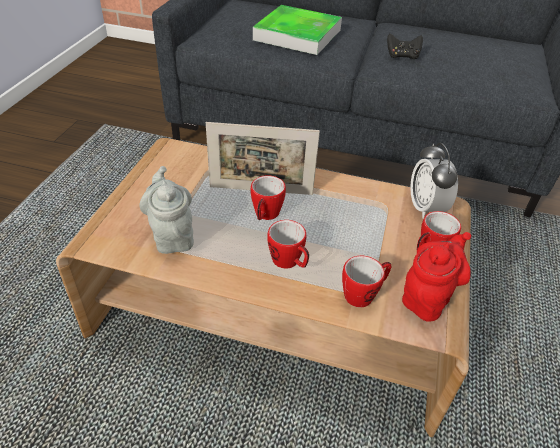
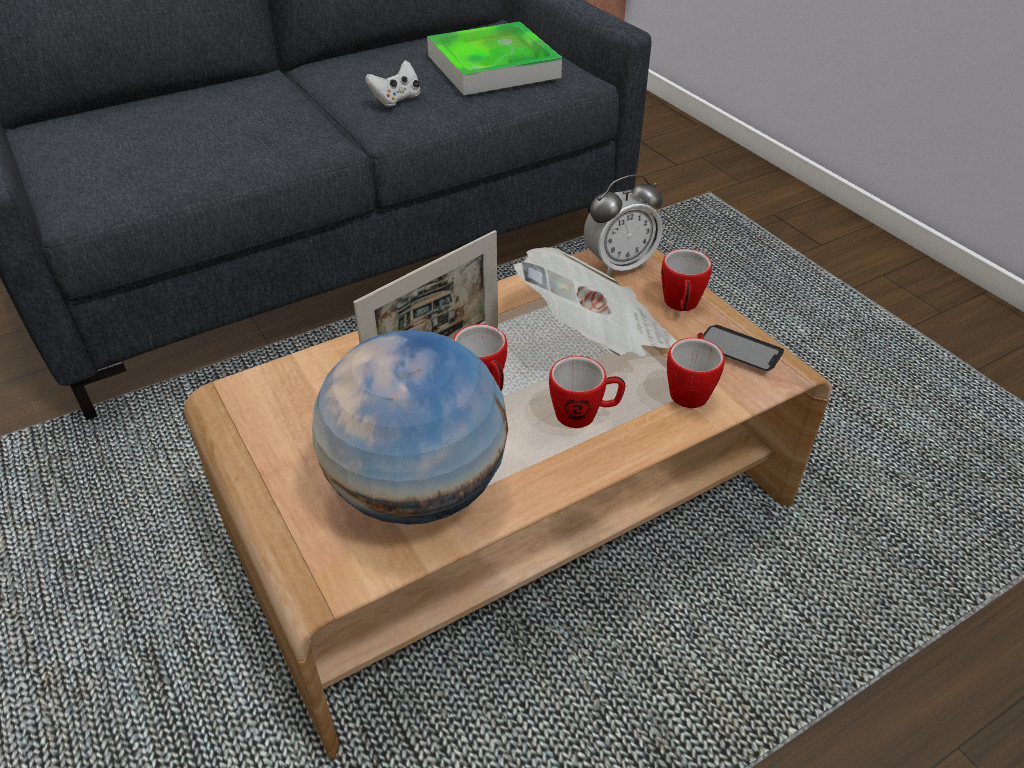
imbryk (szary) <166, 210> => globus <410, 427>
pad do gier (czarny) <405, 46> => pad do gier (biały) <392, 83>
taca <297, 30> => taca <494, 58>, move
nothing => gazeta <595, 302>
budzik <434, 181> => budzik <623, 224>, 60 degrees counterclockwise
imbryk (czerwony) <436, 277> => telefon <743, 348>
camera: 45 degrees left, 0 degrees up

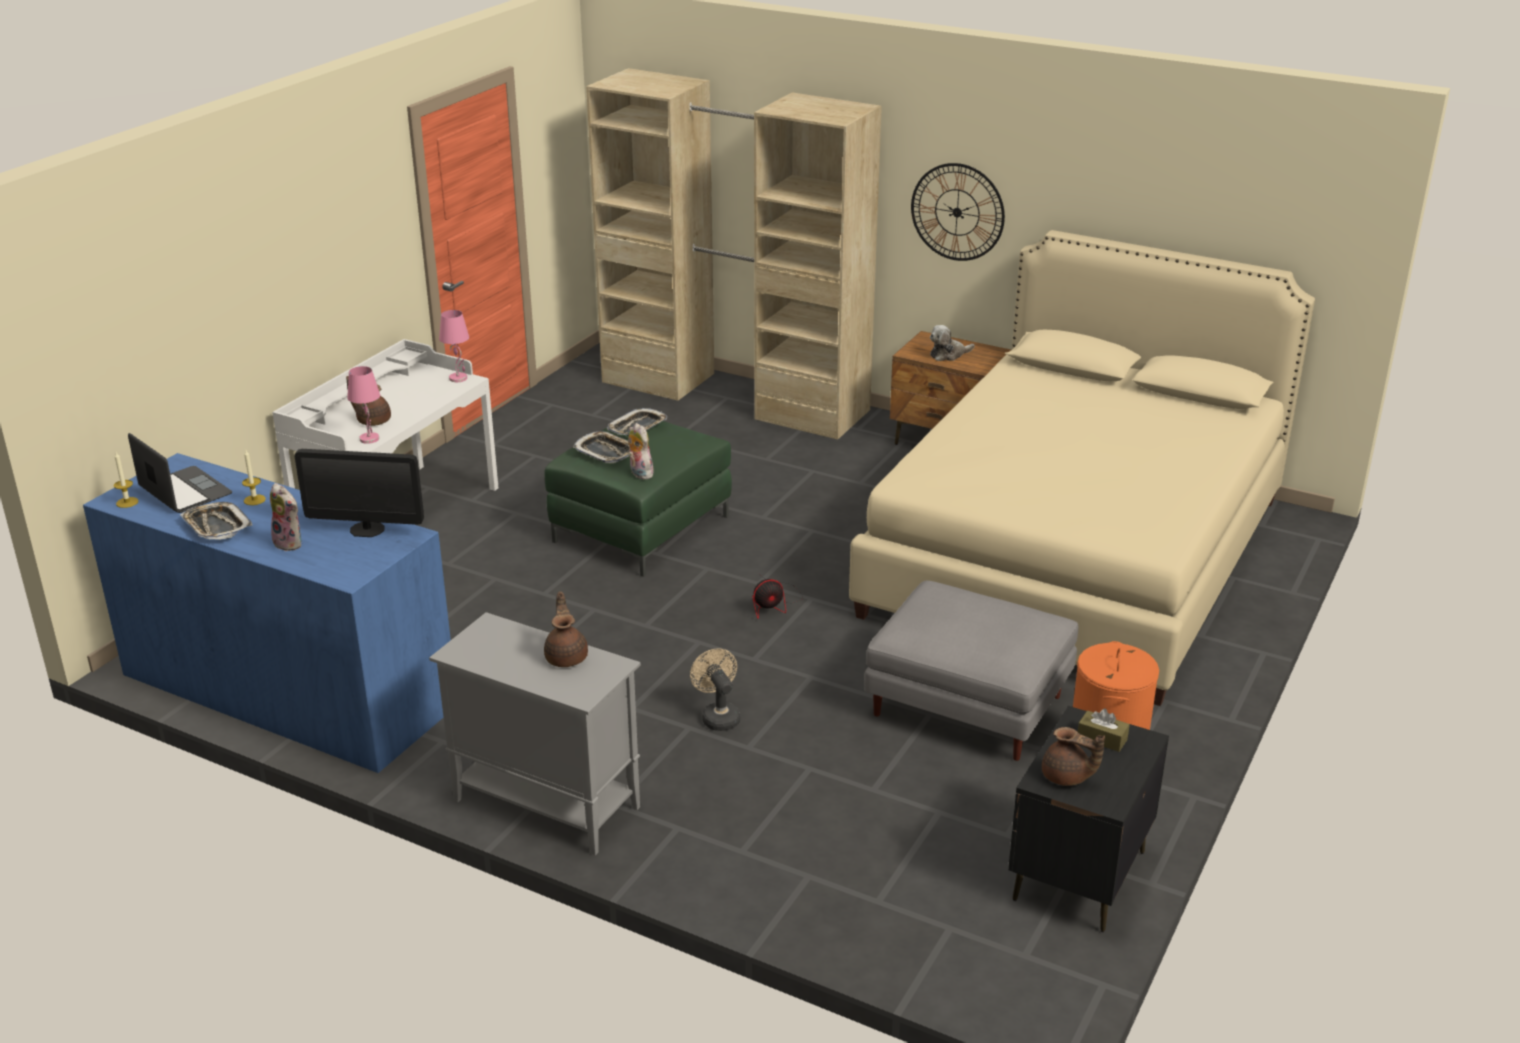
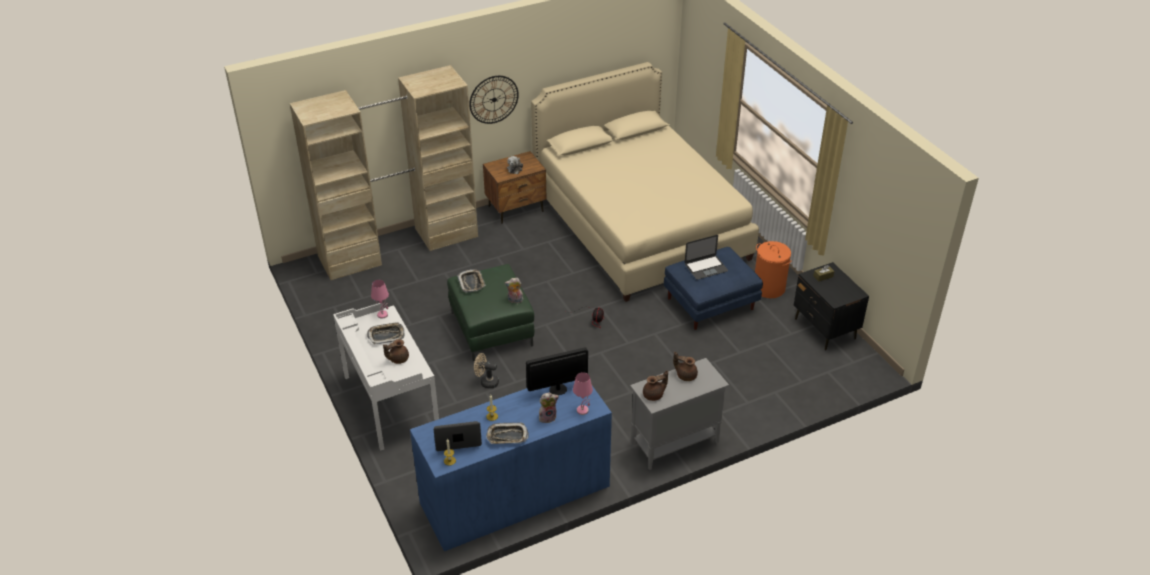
taca <601, 447> => taca <386, 333>, move
wentylator (beżowy) <715, 690> => wentylator (beżowy) <486, 371>, move
monitor <359, 493> => monitor <557, 371>, 150 degrees counterclockwise
lampa stołowa (różowy) <363, 405> => lampa stołowa (różowy) <583, 393>, move
imbryk (brązowy) <1073, 756> => imbryk (brązowy) <655, 385>, move
pufa (szary) <971, 671> => pufa (niebieski) <713, 288>
nothing => laptop <706, 257>
camera: 55 degrees left, 10 degrees up

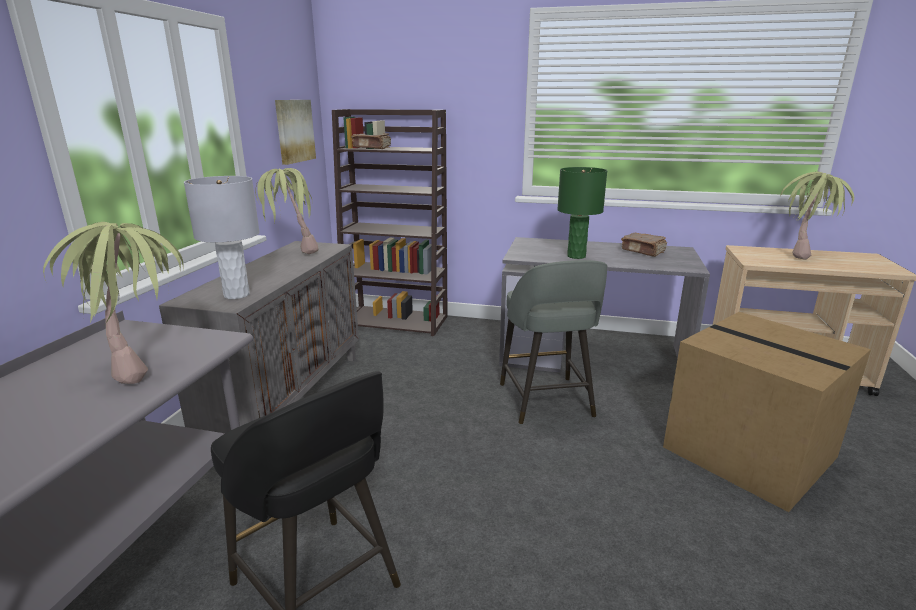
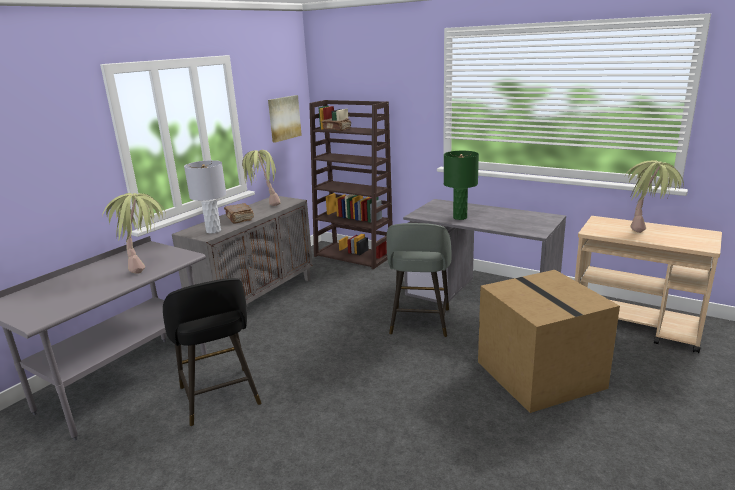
książka (brązowy) <644, 245> => książka (brązowy) <239, 213>, move
camera: 20 degrees right, 0 degrees up

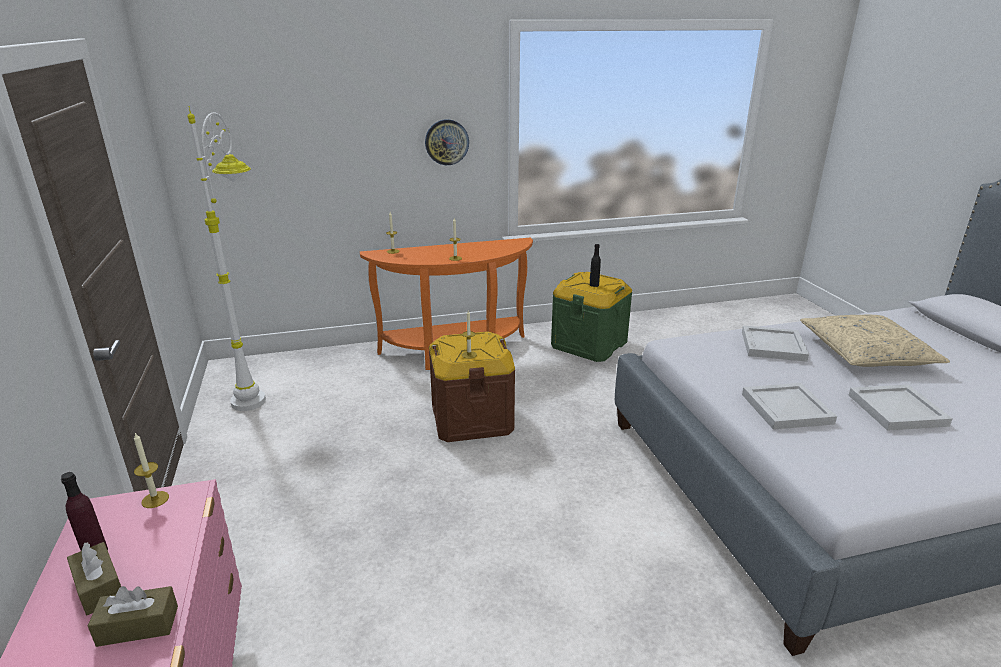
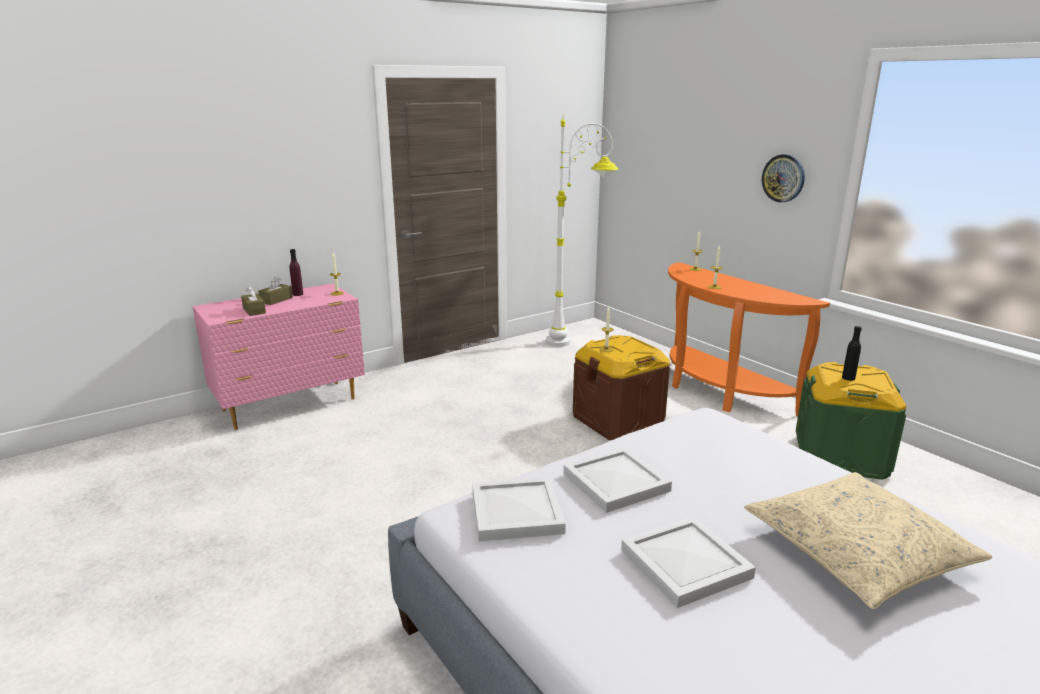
taca (biały) <775, 344> => taca (biały) <519, 509>, move
camera: 70 degrees right, 5 degrees down

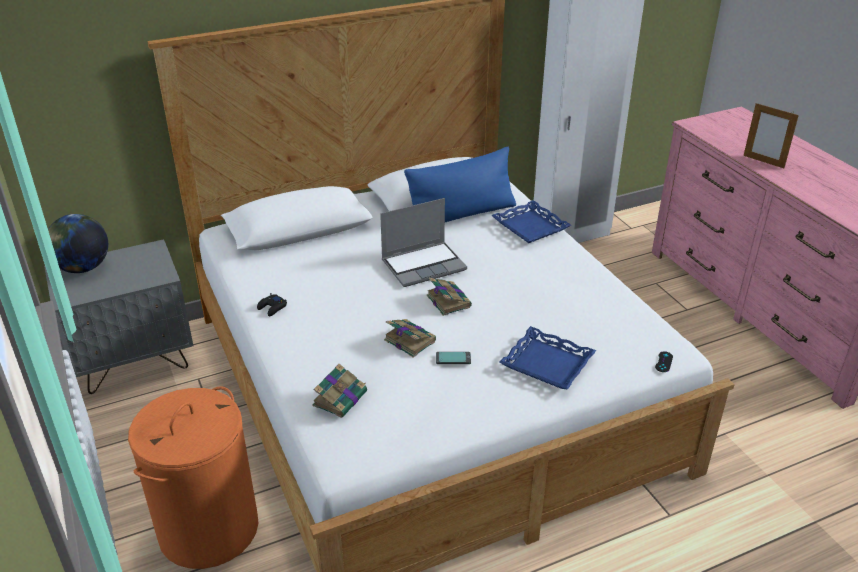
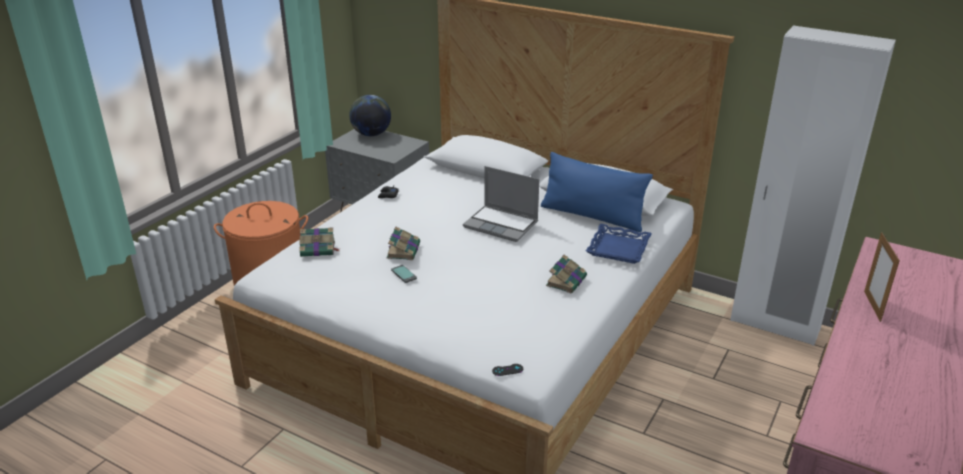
książka <449, 297> => książka <566, 274>, move
taca (niebieski) <547, 357> => nothing
camera: 55 degrees right, 5 degrees down

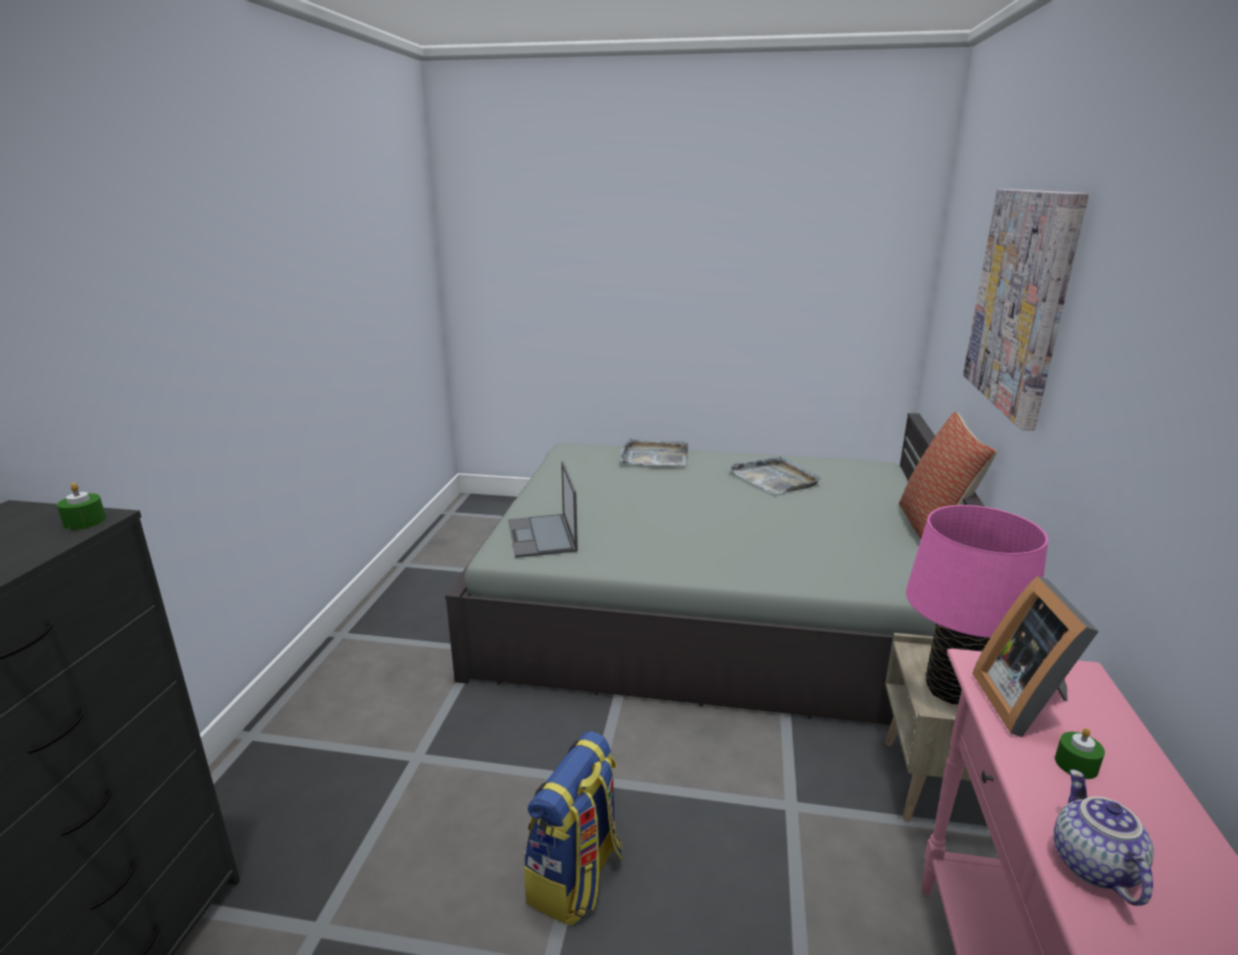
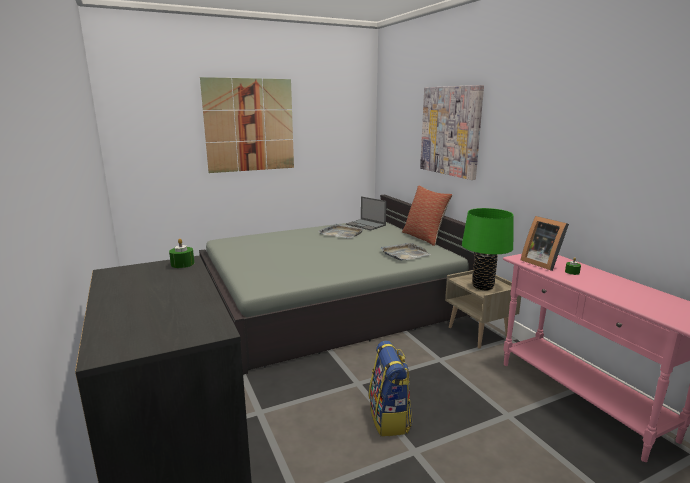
nothing => obraz <247, 125>
laptop <543, 509> => laptop <366, 213>, move
taca (szary) <654, 452> => taca (szary) <405, 252>, move
lampa stołowa (różowy) <977, 604> => lampa stołowa (zielony) <488, 249>
imbryk <1104, 837> => nothing
camera: 35 degrees left, 5 degrees down

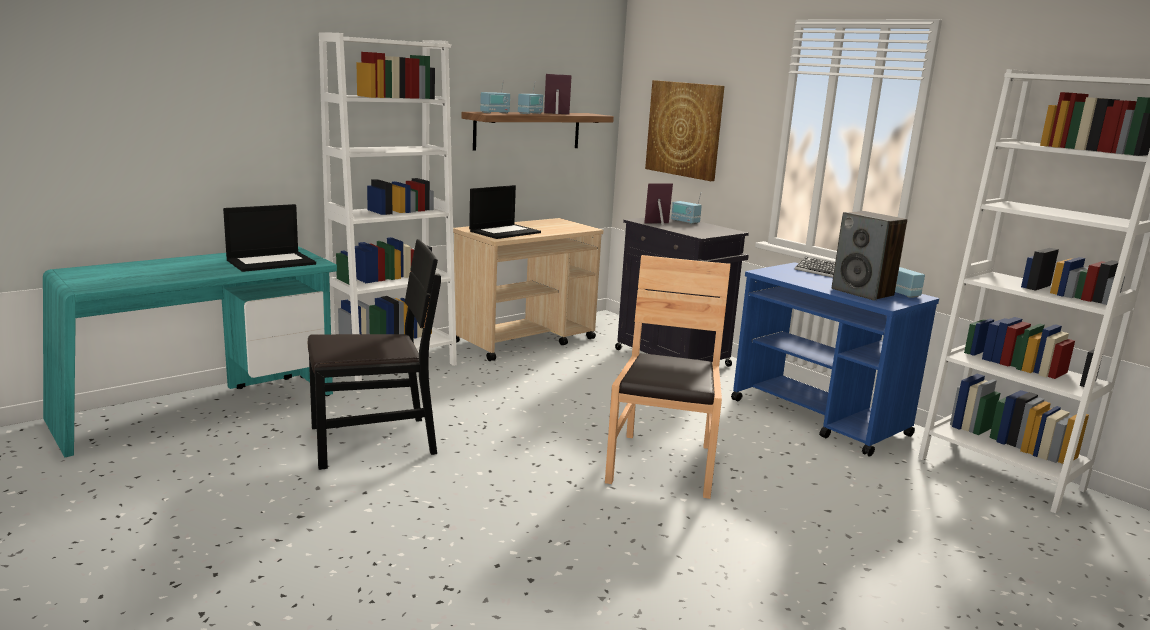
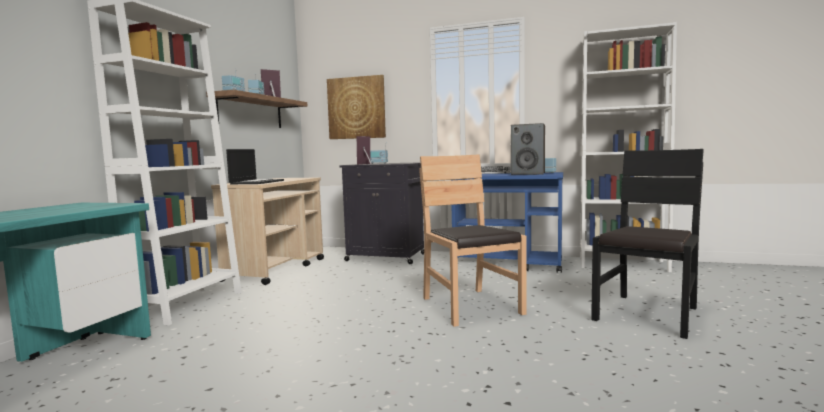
krzesło (czarny) <374, 354> => krzesło (czarny) <647, 244>, move
laptop <269, 238> => nothing
camera: 30 degrees left, 10 degrees down

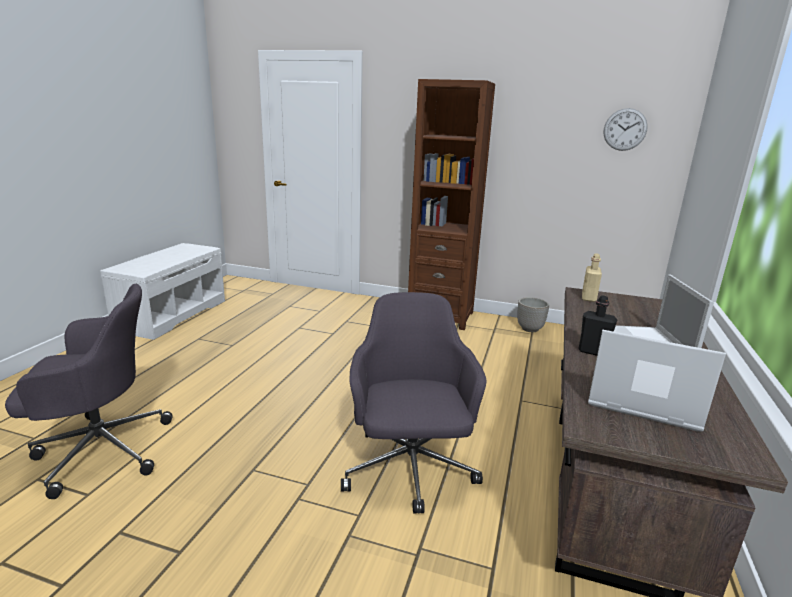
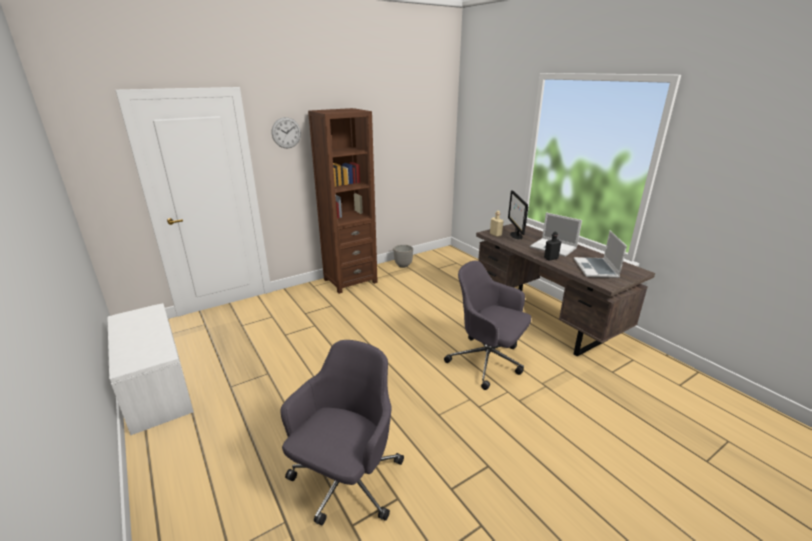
zegar ścienny <625, 129> => zegar ścienny <286, 132>, move
nothing => monitor <518, 215>
laptop <657, 380> => laptop <600, 254>, 60 degrees counterclockwise
camera: 50 degrees left, 5 degrees up

